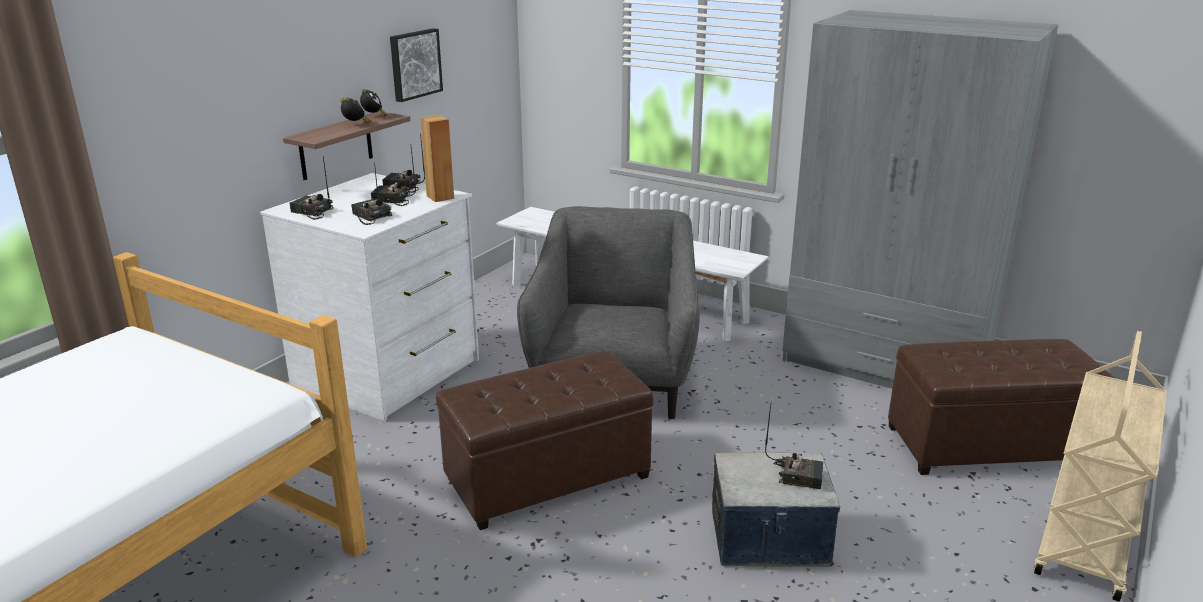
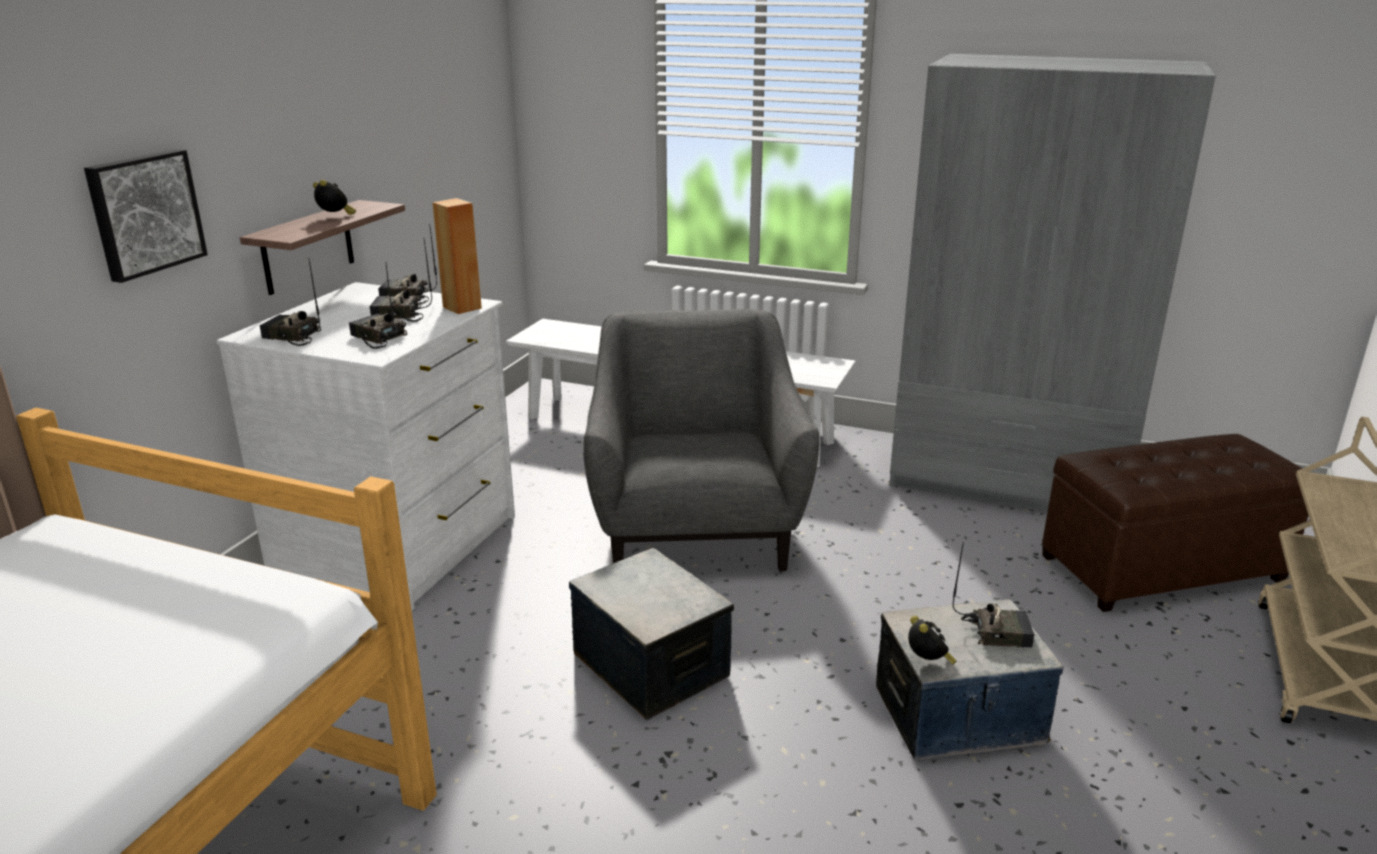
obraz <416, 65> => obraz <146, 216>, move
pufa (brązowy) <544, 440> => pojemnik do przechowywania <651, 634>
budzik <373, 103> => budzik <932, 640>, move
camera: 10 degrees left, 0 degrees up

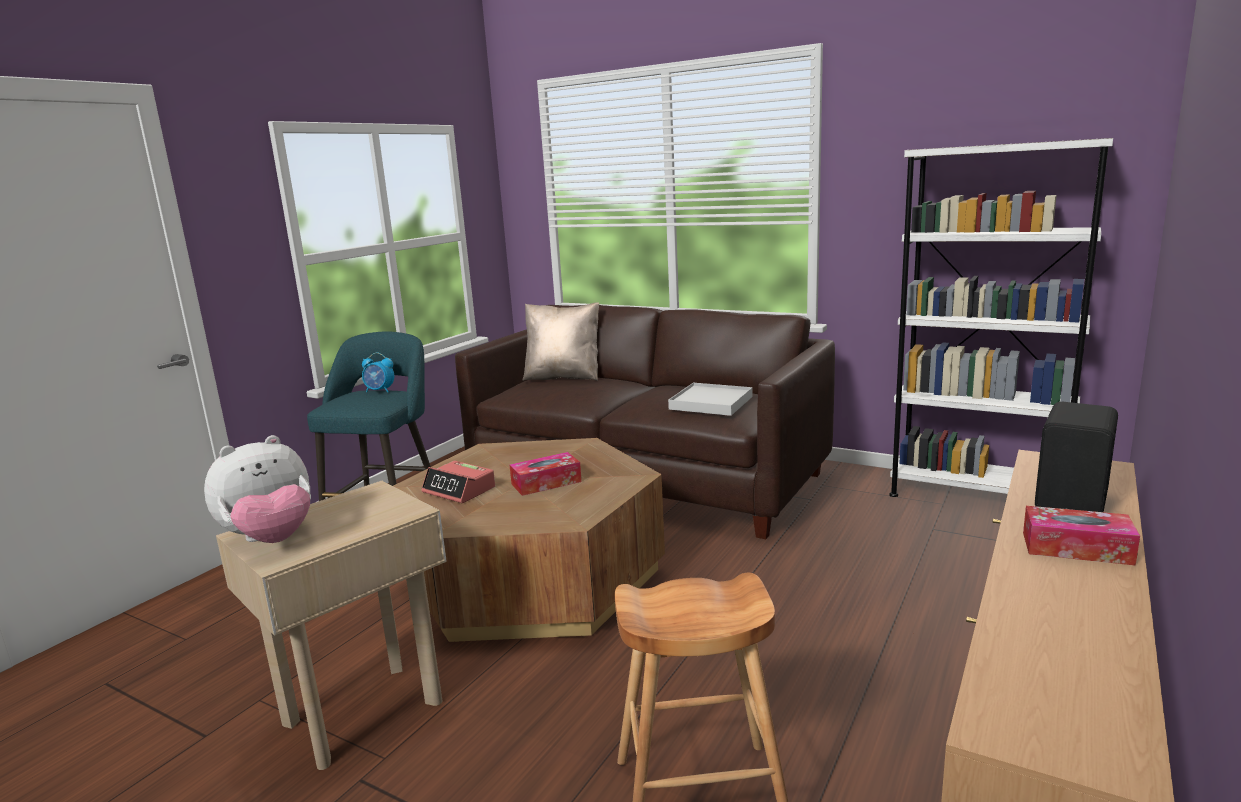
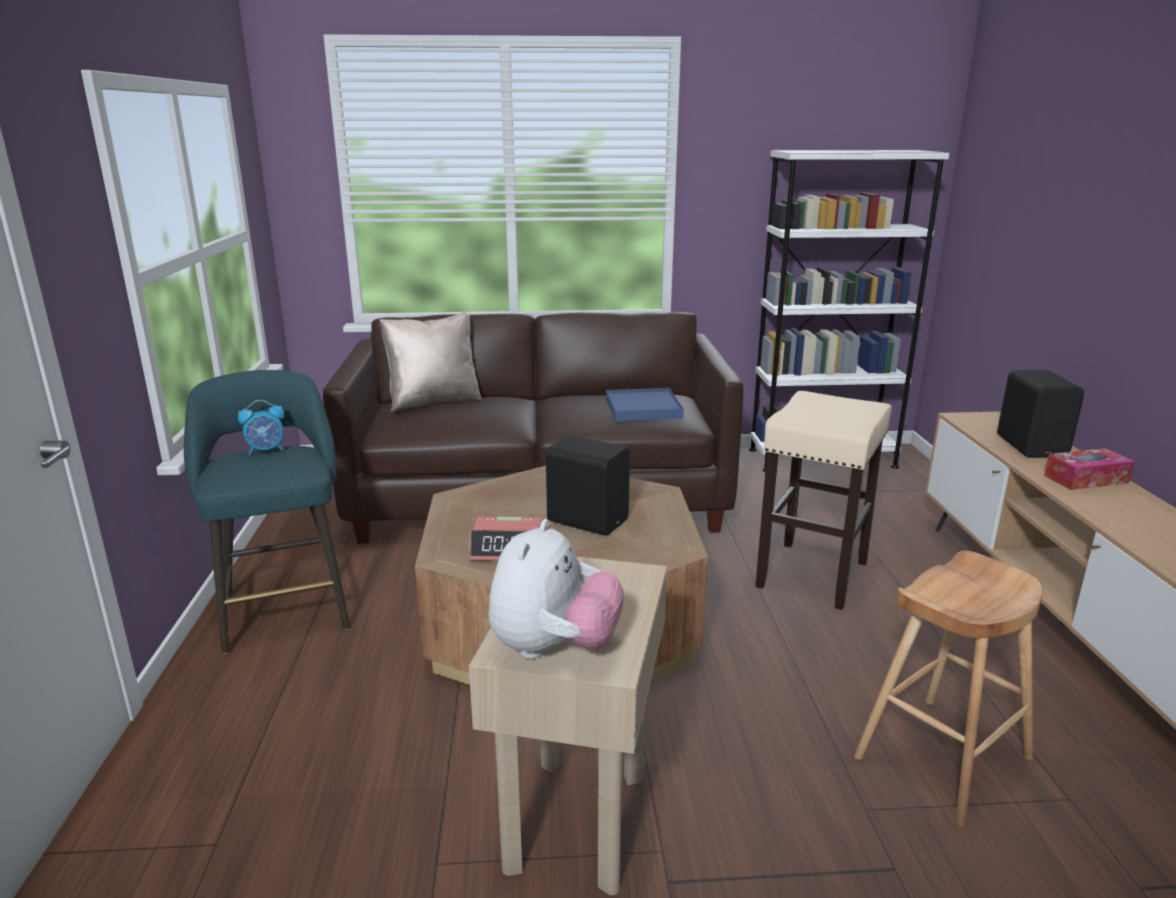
pudełko chusteczek <546, 474> => głośnik (czarny) <588, 485>
taca (biały) <710, 399> => taca (niebieski) <645, 404>
nothing => stołek (beżowy) <823, 500>
camera: 35 degrees left, 5 degrees up

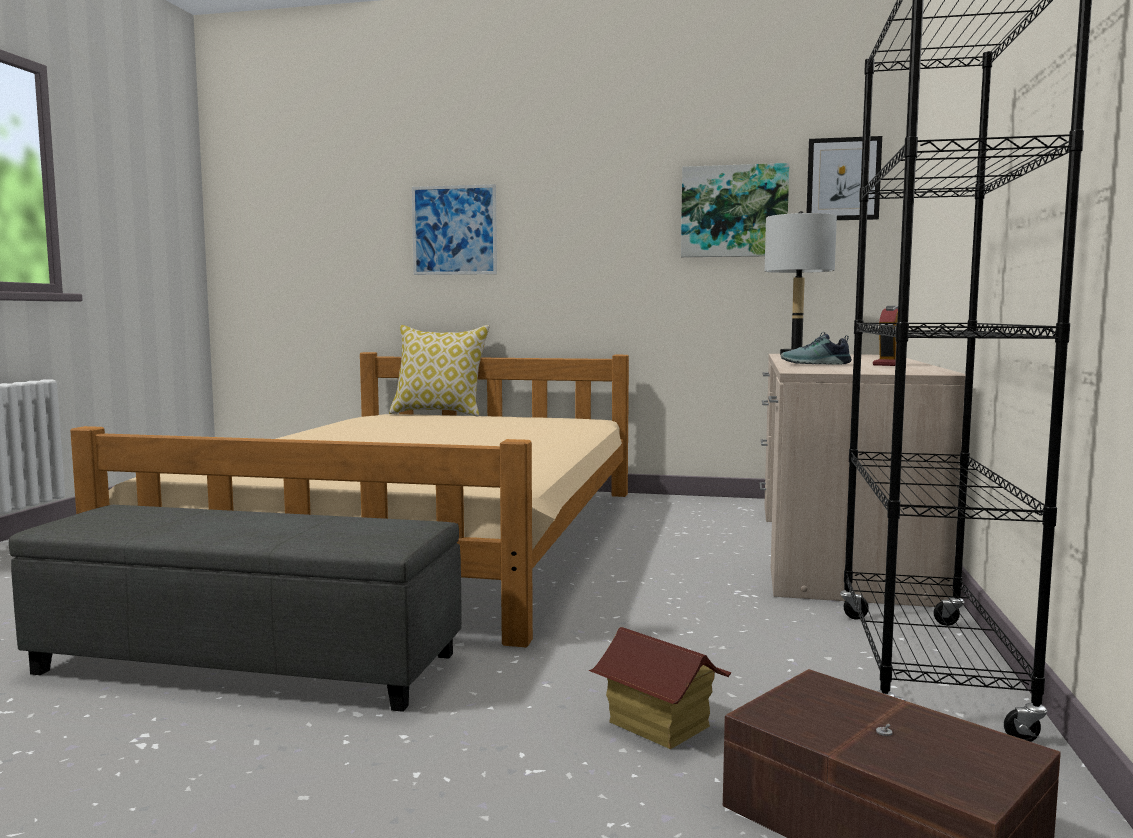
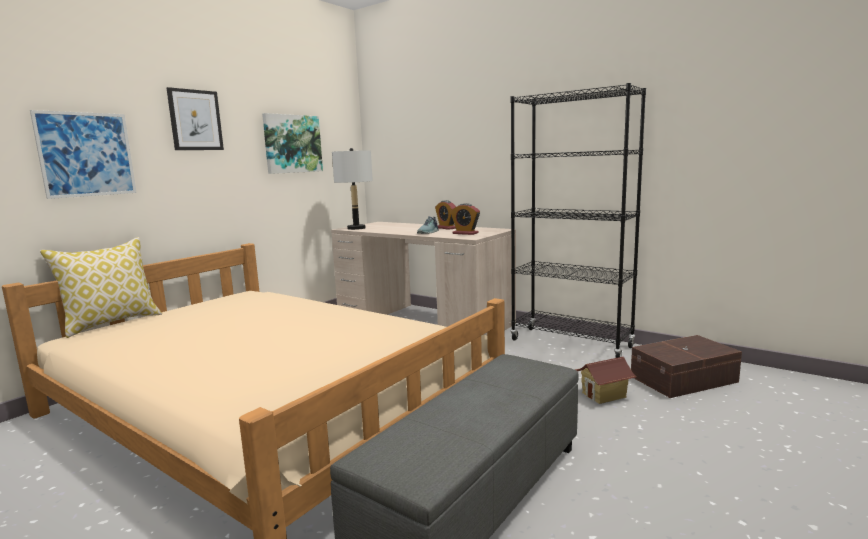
obraz <844, 178> => obraz <195, 118>, move
nothing => budzik <465, 219>
camera: 65 degrees left, 5 degrees up

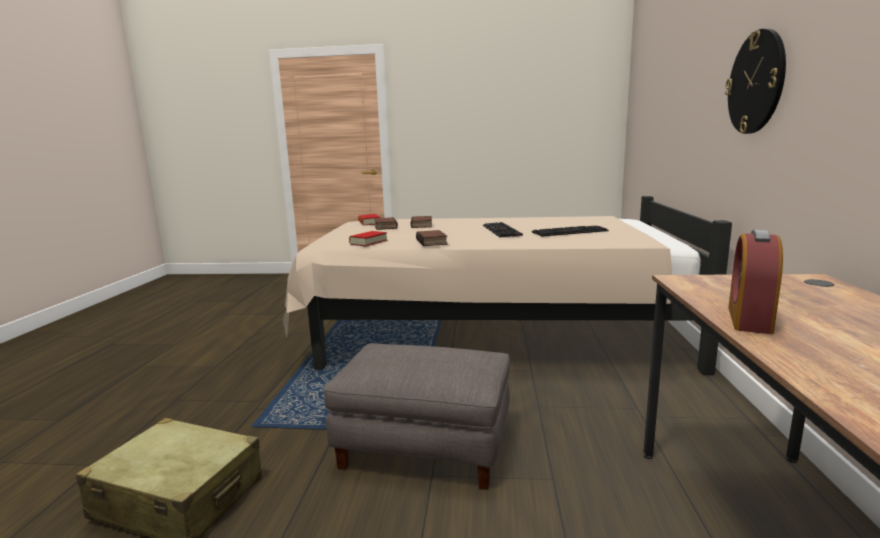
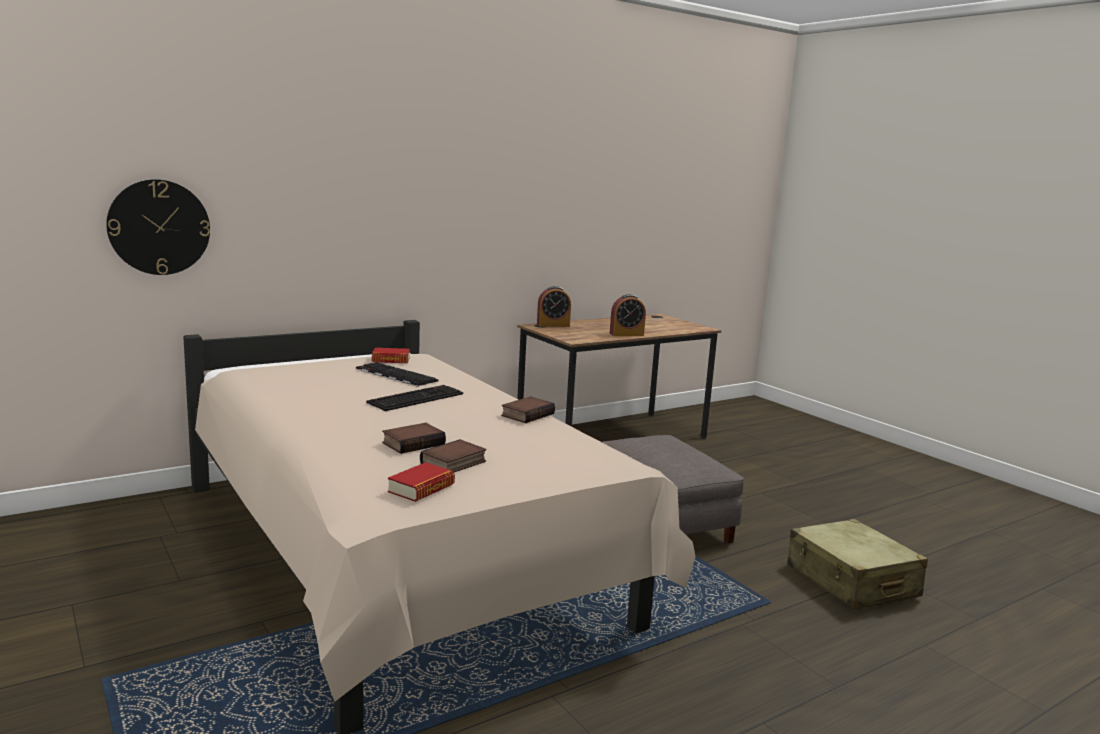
zegar ścienny <755, 81> => zegar ścienny <158, 227>, move
książka <368, 238> => książka <391, 355>, move
nothing => budzik <554, 306>
camera: 130 degrees left, 0 degrees up

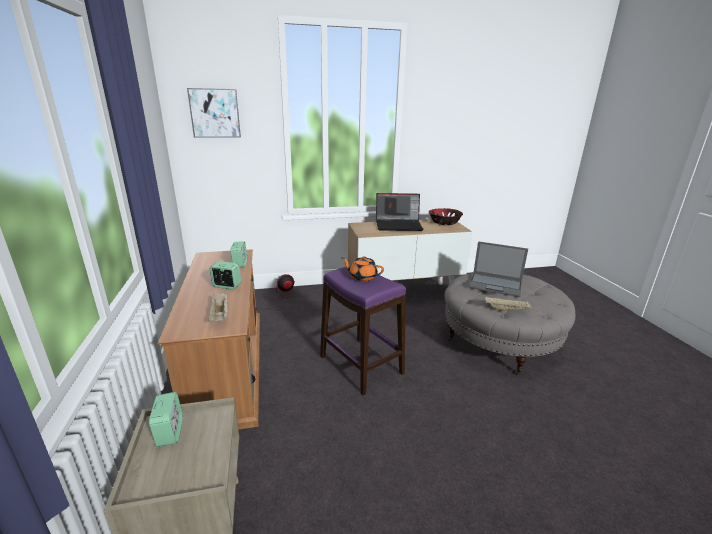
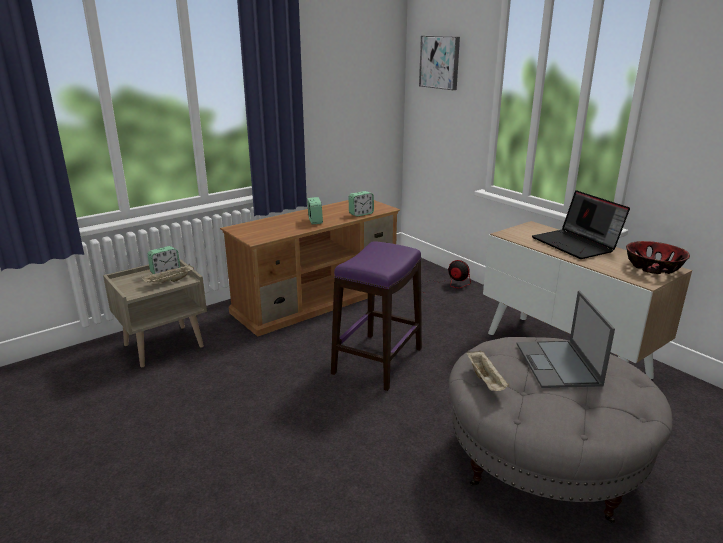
taca (beżowy) <218, 307> => taca (beżowy) <167, 273>, move
imbryk (pomarańczowy) <363, 268> => nothing
camera: 65 degrees right, 0 degrees up

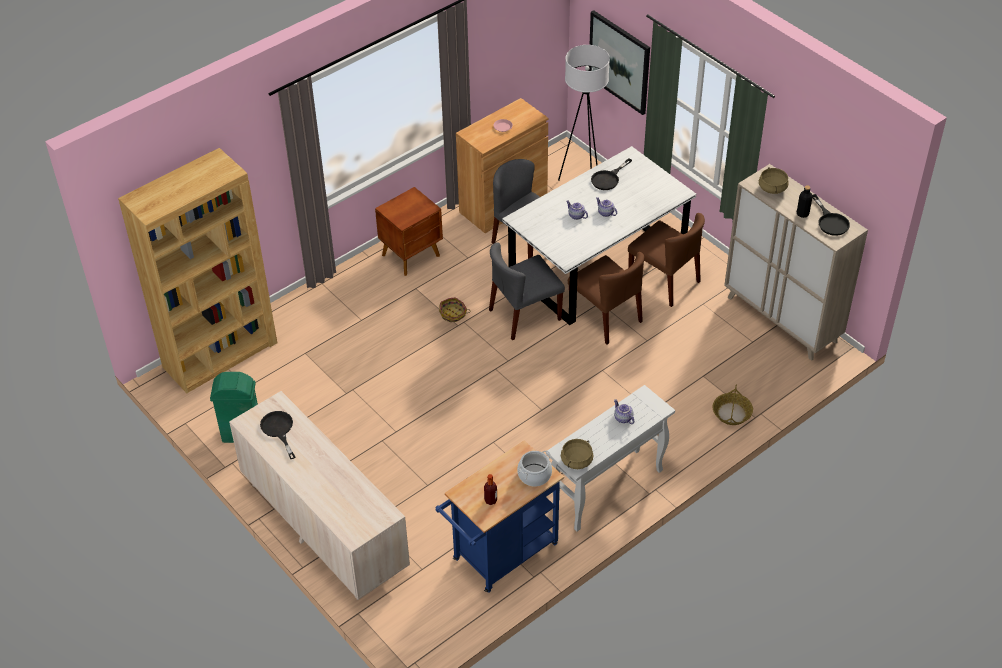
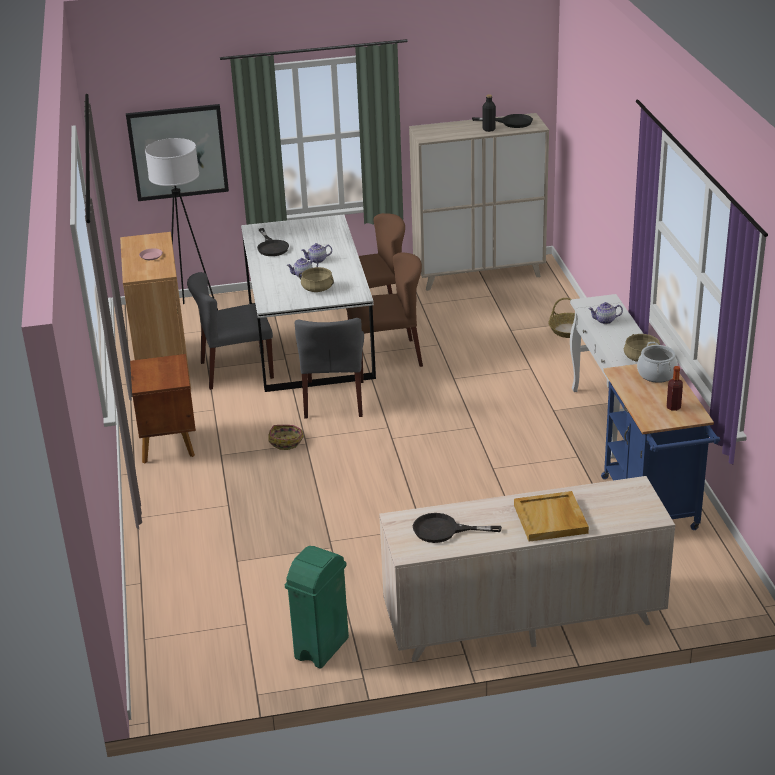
garnek (beżowy) <774, 180> => garnek (beżowy) <316, 279>, move
nothing => taca (beżowy) <551, 516>
regał (brązowy) <197, 270> => nothing
camera: 60 degrees left, 15 degrees down

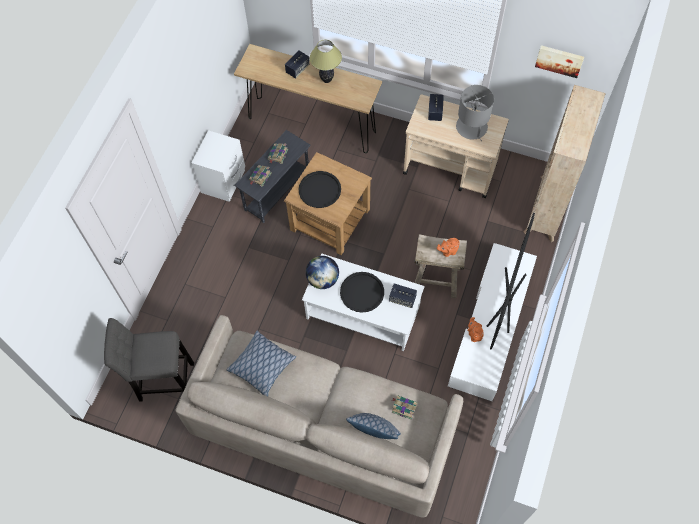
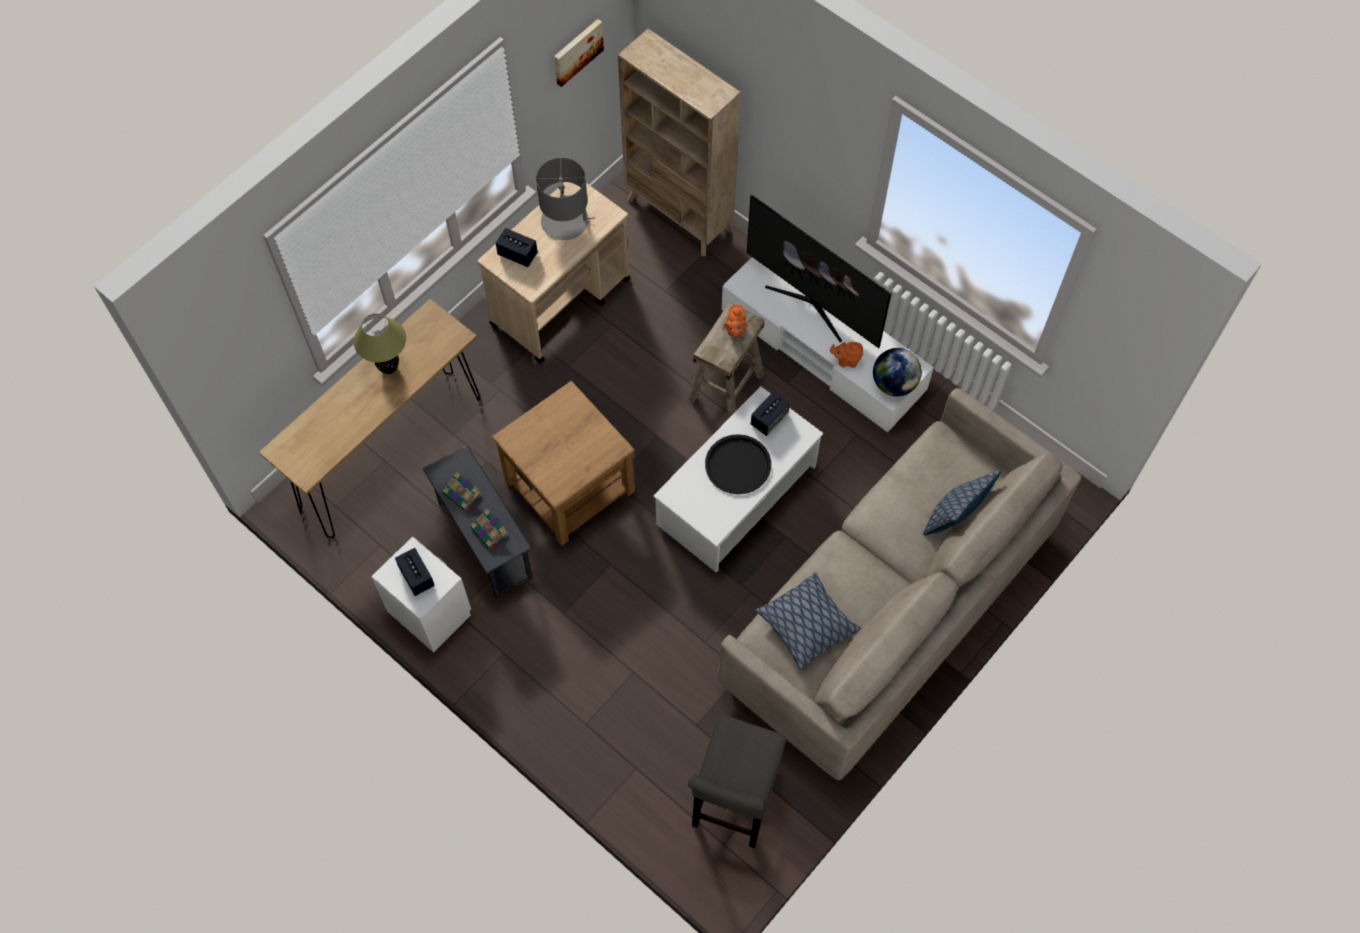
głośnik <297, 64> => głośnik <415, 572>, move
globus <322, 272> => globus <897, 372>, move
taca (czarny) <319, 189> => nothing
książka <404, 408> => nothing
camera: 70 degrees left, 0 degrees up

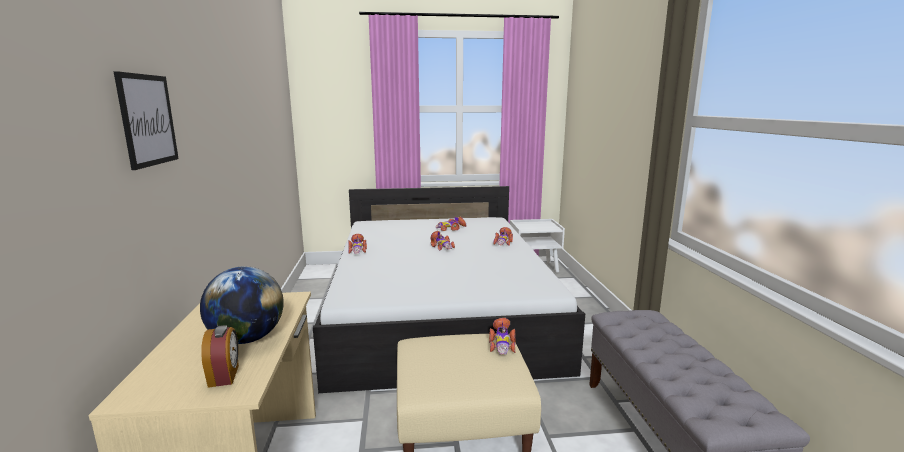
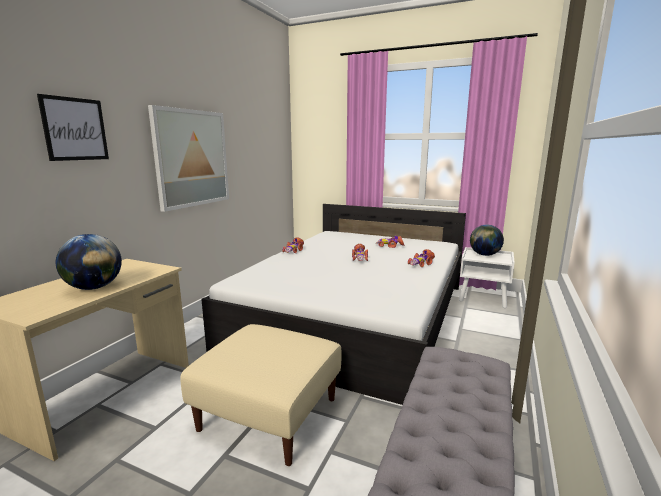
nothing => obraz <188, 158>
nothing => globus <487, 240>
budzik <220, 356> => nothing
samochodzik <502, 336> => nothing
camera: 30 degrees right, 0 degrees up

